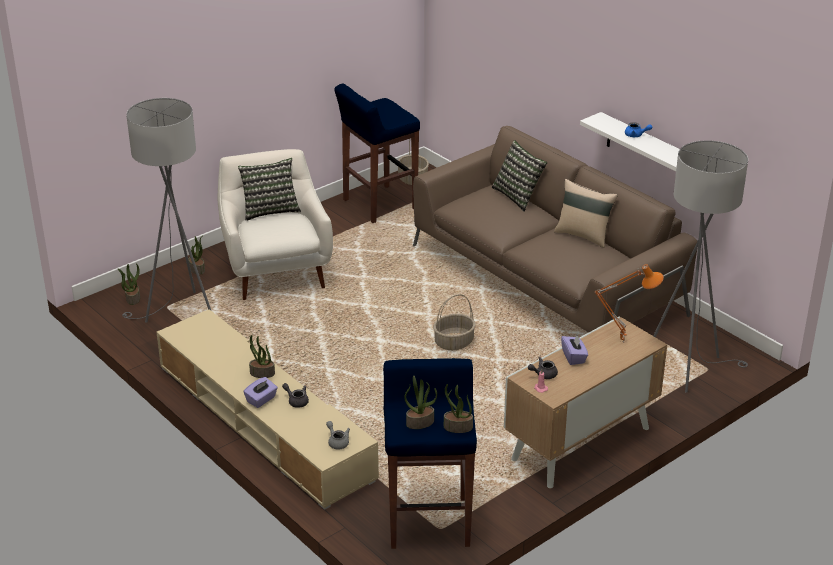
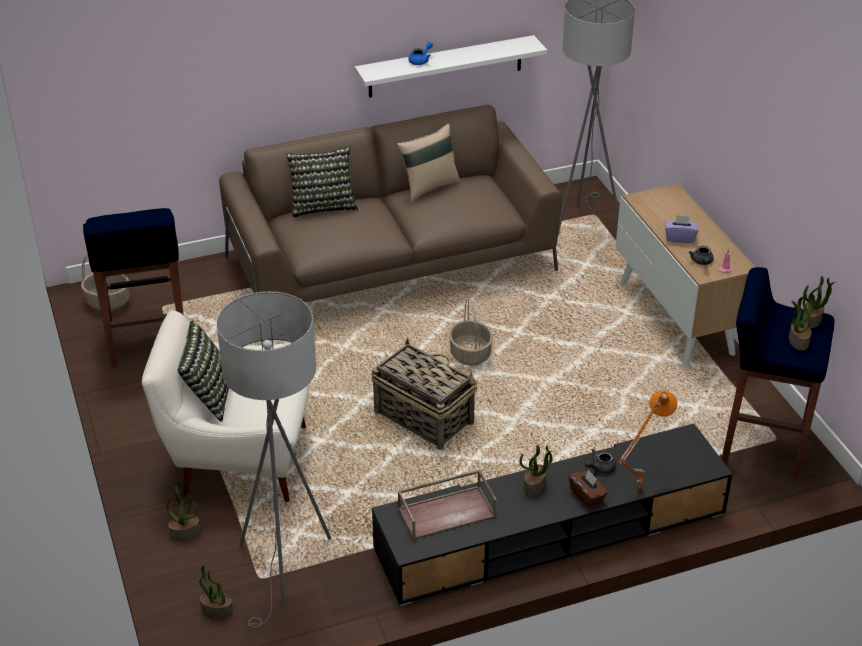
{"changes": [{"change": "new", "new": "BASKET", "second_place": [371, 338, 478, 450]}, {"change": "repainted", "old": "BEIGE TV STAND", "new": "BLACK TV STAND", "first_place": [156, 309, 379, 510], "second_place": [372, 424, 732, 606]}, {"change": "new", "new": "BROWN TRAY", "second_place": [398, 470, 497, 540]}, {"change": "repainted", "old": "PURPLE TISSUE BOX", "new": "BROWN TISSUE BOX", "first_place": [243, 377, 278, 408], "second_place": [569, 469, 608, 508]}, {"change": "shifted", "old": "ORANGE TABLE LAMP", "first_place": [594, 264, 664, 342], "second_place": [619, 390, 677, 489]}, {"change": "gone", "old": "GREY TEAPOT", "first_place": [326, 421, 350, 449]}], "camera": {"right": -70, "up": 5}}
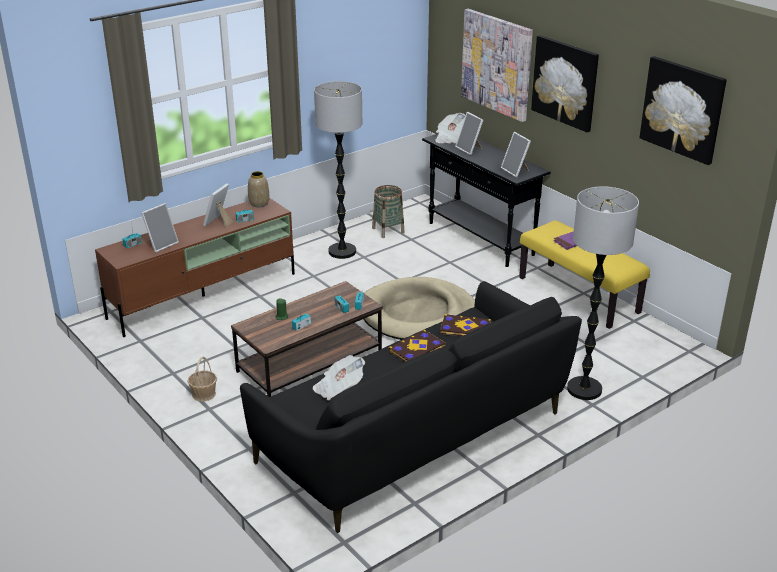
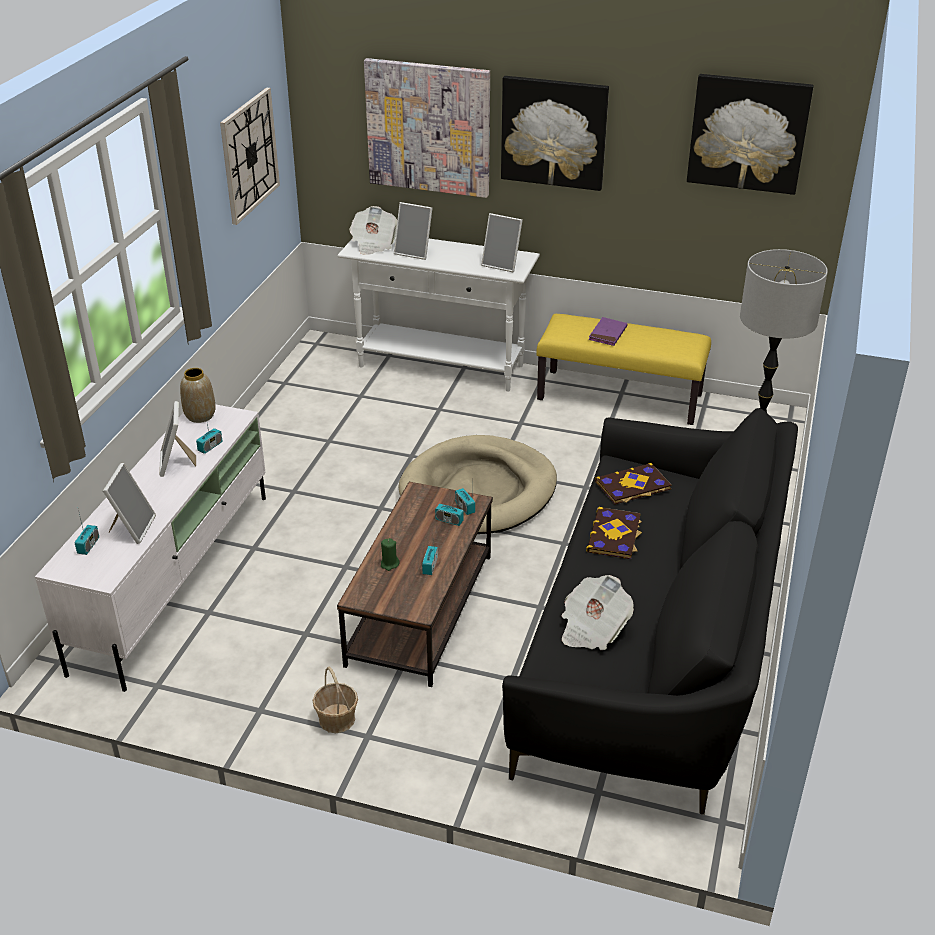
{"changes": [{"change": "repainted", "old": "BROWN TV STAND", "new": "WHITE TV STAND", "first_place": [95, 198, 295, 337], "second_place": [35, 404, 266, 692]}, {"change": "new", "new": "WALL CLOCK", "second_place": [220, 88, 280, 225]}, {"change": "repainted", "old": "BLACK CONSOLE TABLE", "new": "WHITE CONSOLE TABLE", "first_place": [422, 133, 551, 267], "second_place": [338, 235, 540, 391]}, {"change": "gone", "old": "FLOOR LAMP", "first_place": [314, 81, 362, 259]}, {"change": "gone", "old": "BASKET", "first_place": [372, 185, 405, 238]}], "camera": {"right": -35, "up": 5}}
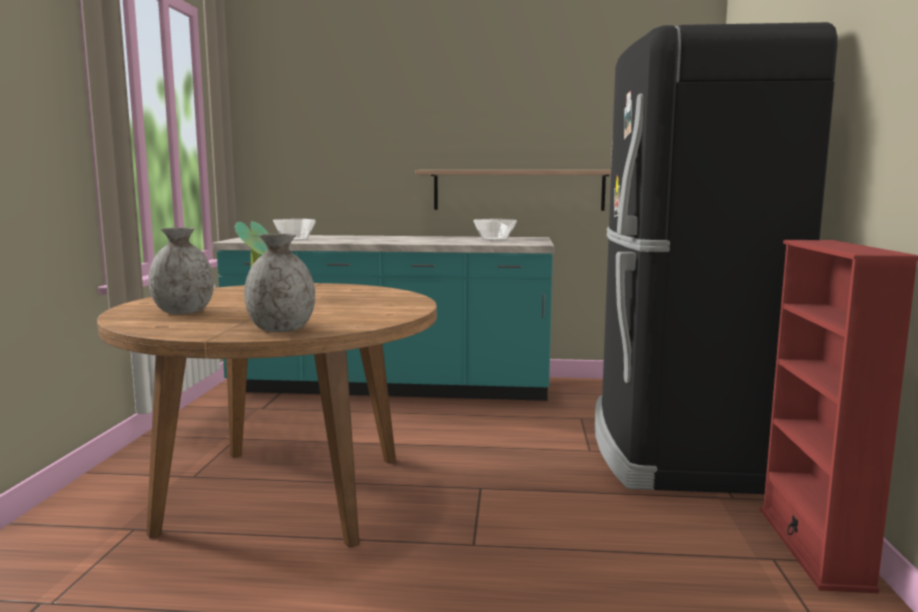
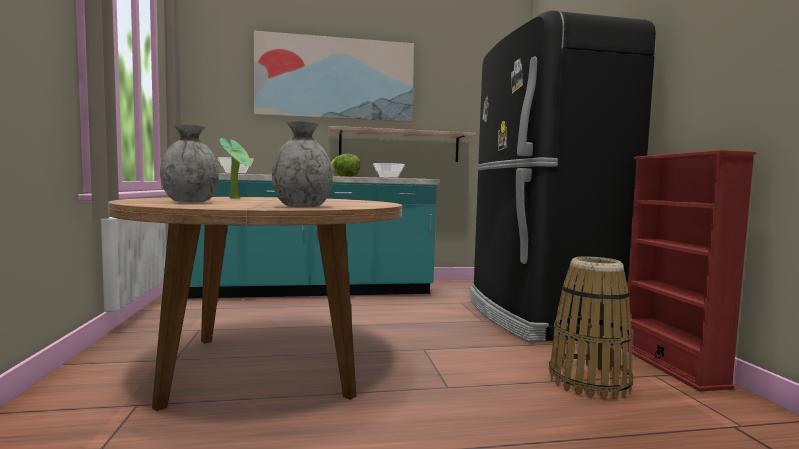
{"changes": [{"change": "new", "new": "PICTURE", "second_place": [254, 31, 414, 122]}, {"change": "new", "new": "LETTUCE", "second_place": [331, 154, 360, 177]}, {"change": "new", "new": "BASKET", "second_place": [549, 256, 633, 400]}], "camera": {"right": -15, "up": -5}}
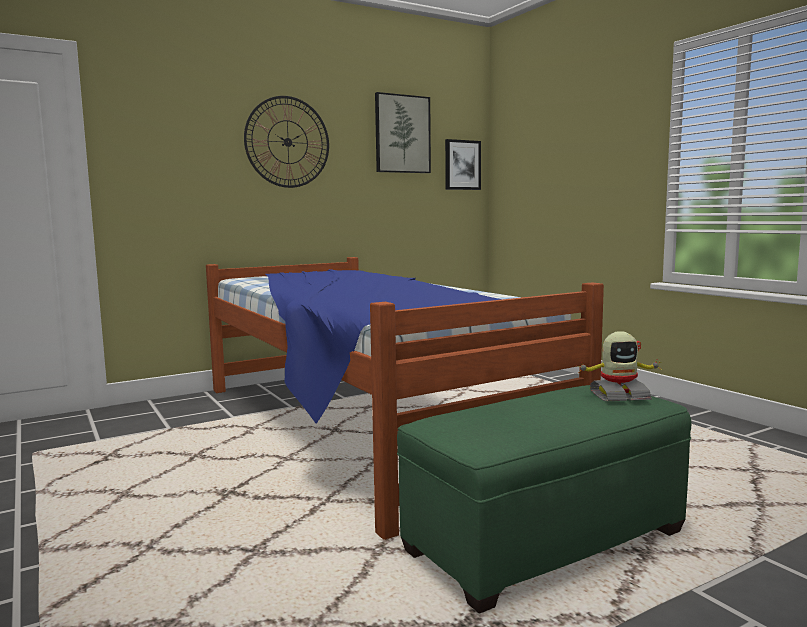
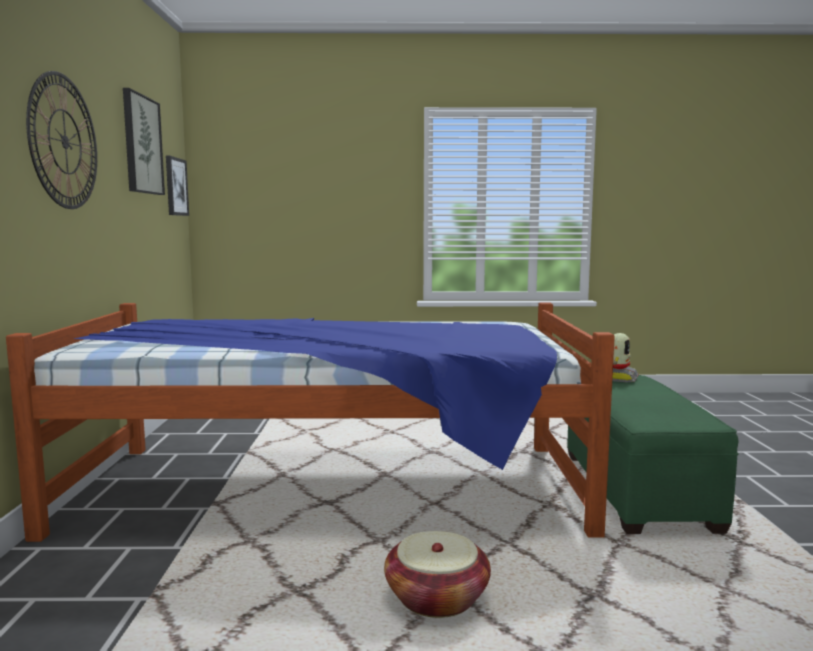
{"changes": [{"change": "new", "new": "BASKET", "second_place": [384, 531, 491, 618]}], "camera": {"right": -60, "up": 0}}
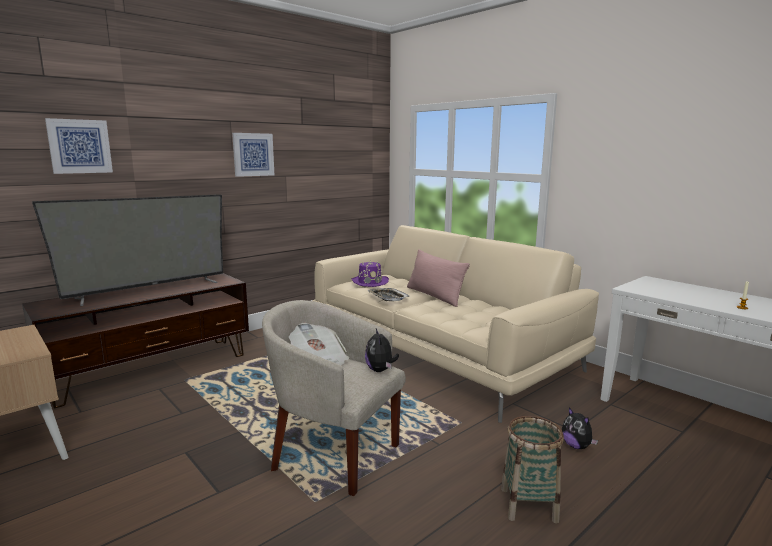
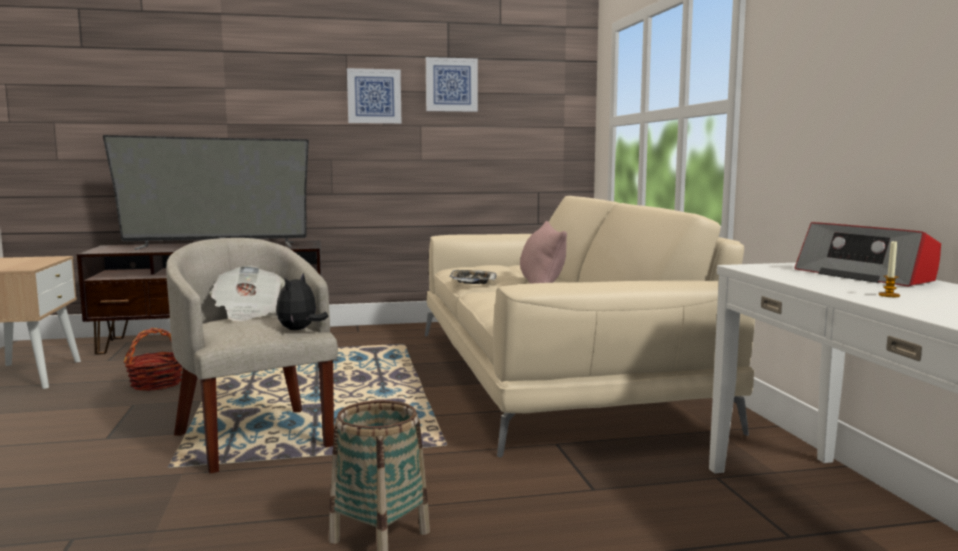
{"changes": [{"change": "new", "new": "BASKET", "second_place": [124, 328, 183, 391]}, {"change": "shifted", "old": "PICTURE", "first_place": [45, 118, 113, 174], "second_place": [426, 57, 478, 112]}, {"change": "new", "new": "RADIO", "second_place": [794, 222, 941, 287]}, {"change": "gone", "old": "PURPLE HAT", "first_place": [351, 260, 389, 287]}, {"change": "gone", "old": "PLUSH TOY", "first_place": [562, 408, 598, 449]}], "camera": {"right": 30, "up": -5}}
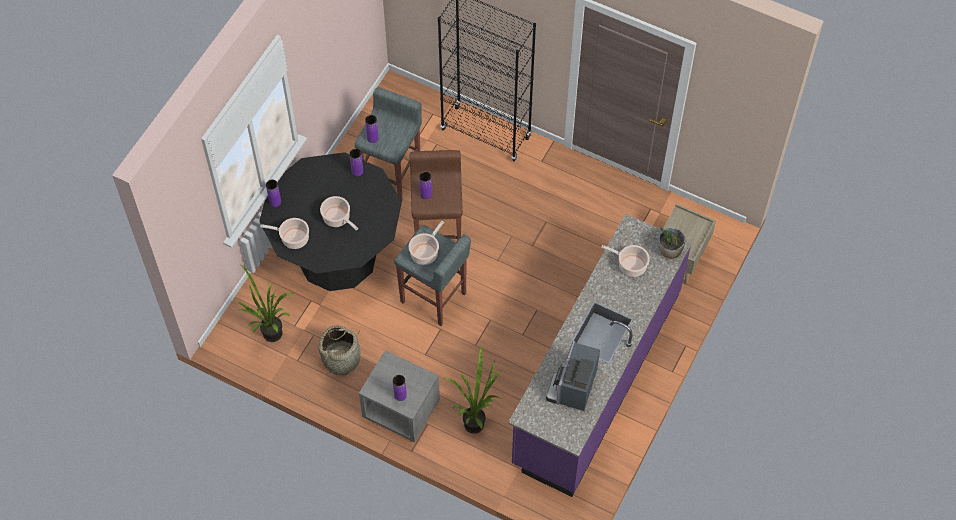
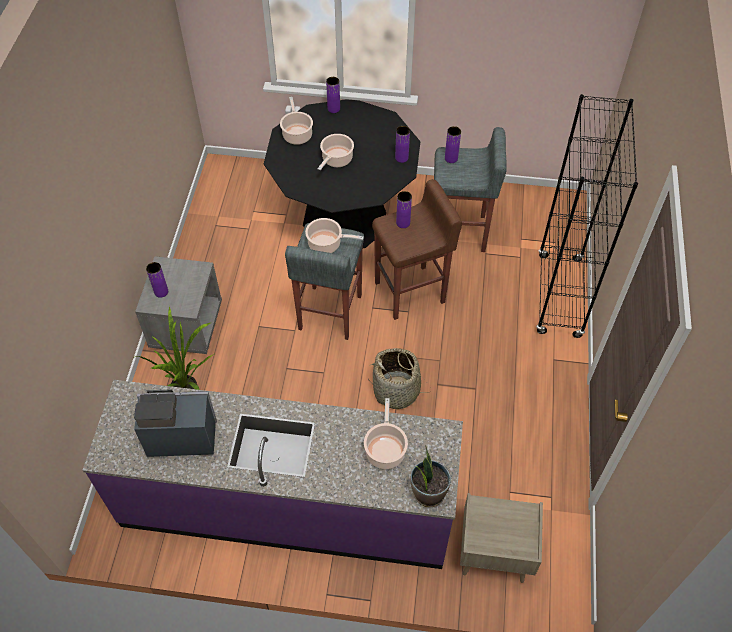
{"changes": [{"change": "shifted", "old": "BASKET", "first_place": [318, 325, 360, 375], "second_place": [368, 348, 431, 409]}, {"change": "gone", "old": "POTTED PLANT", "first_place": [237, 265, 294, 342]}], "camera": {"right": 70, "up": -5}}
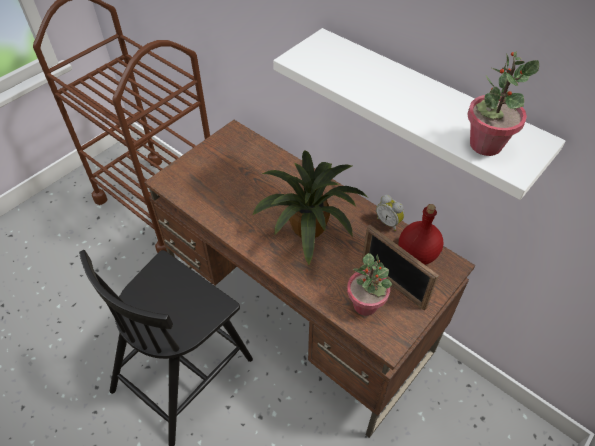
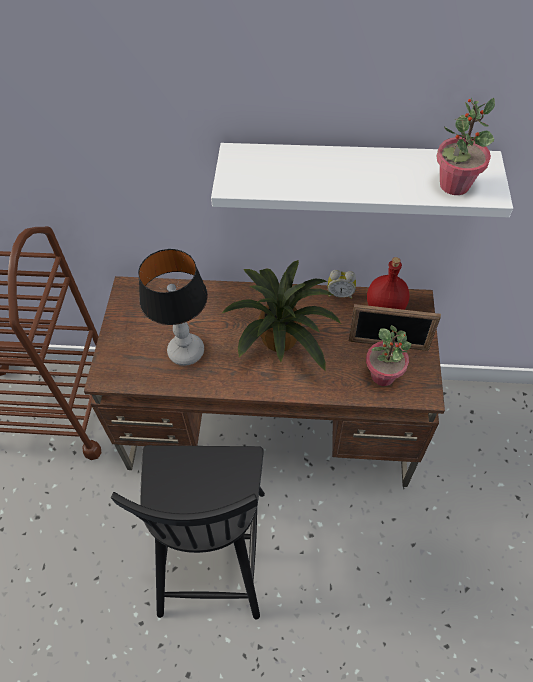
{"changes": [{"change": "new", "new": "TABLE LAMP", "second_place": [138, 249, 208, 366]}], "camera": {"right": -35, "up": 5}}
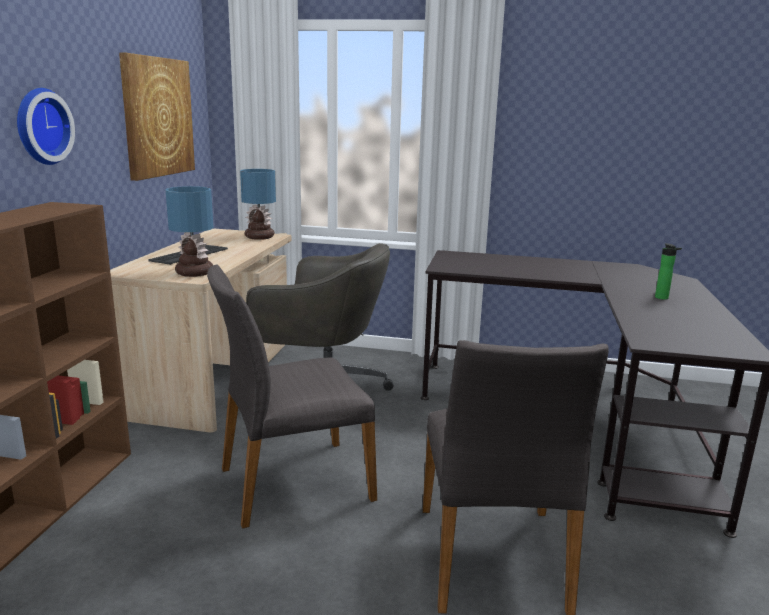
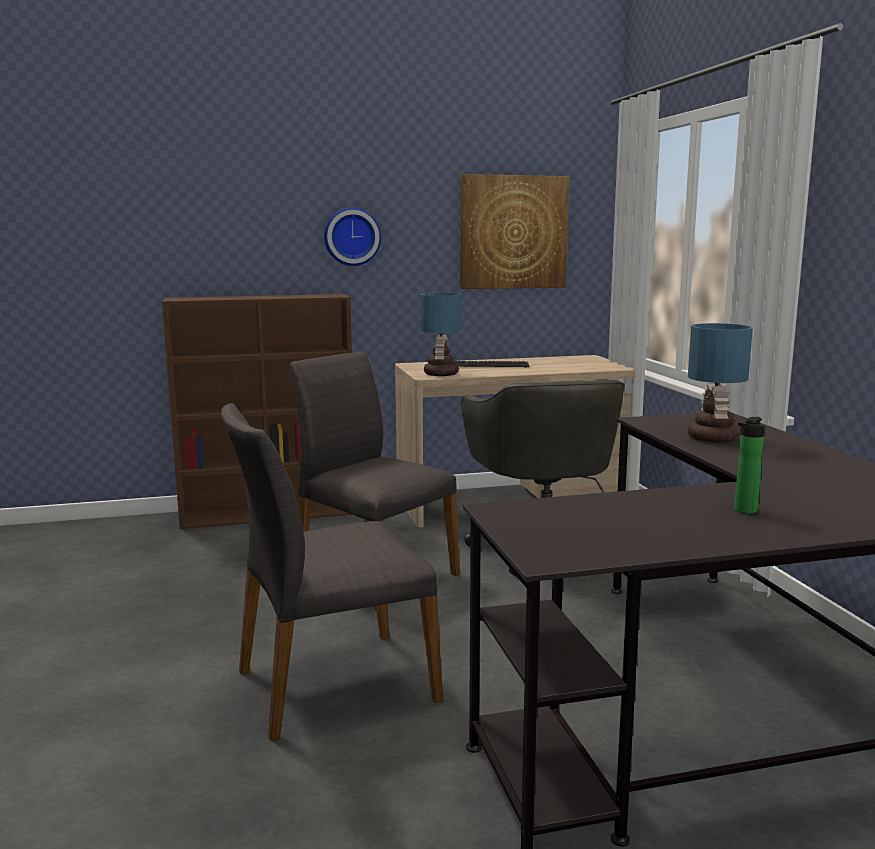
{"changes": [{"change": "shifted", "old": "TABLE LAMP", "first_place": [240, 169, 276, 240], "second_place": [687, 323, 753, 443]}], "camera": {"right": 65, "up": -5}}
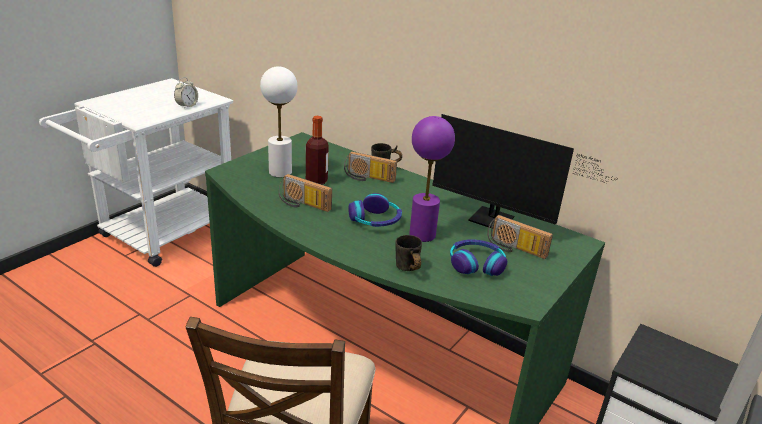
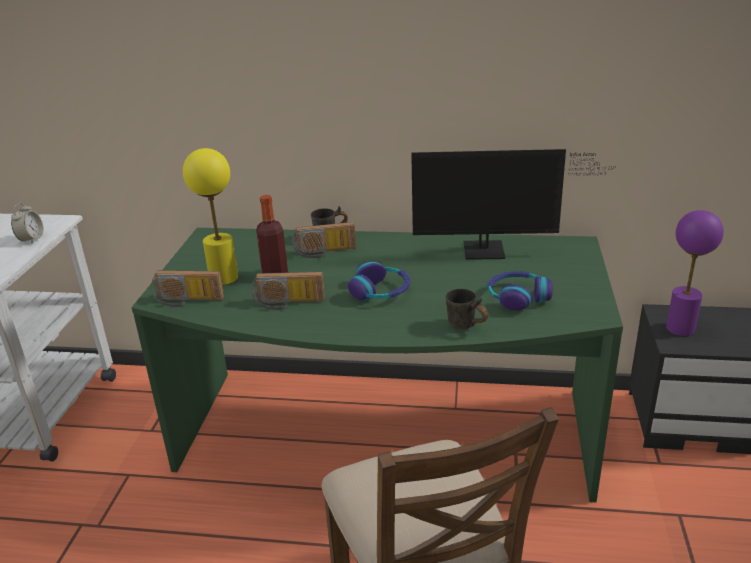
{"changes": [{"change": "shifted", "old": "RADIO", "first_place": [487, 215, 553, 259], "second_place": [151, 270, 224, 307]}, {"change": "repainted", "old": "WHITE TABLE LAMP", "new": "YELLOW TABLE LAMP", "first_place": [260, 66, 298, 177], "second_place": [183, 148, 238, 285]}, {"change": "shifted", "old": "PURPLE TABLE LAMP", "first_place": [409, 116, 455, 242], "second_place": [666, 210, 724, 336]}], "camera": {"right": -25, "up": 0}}
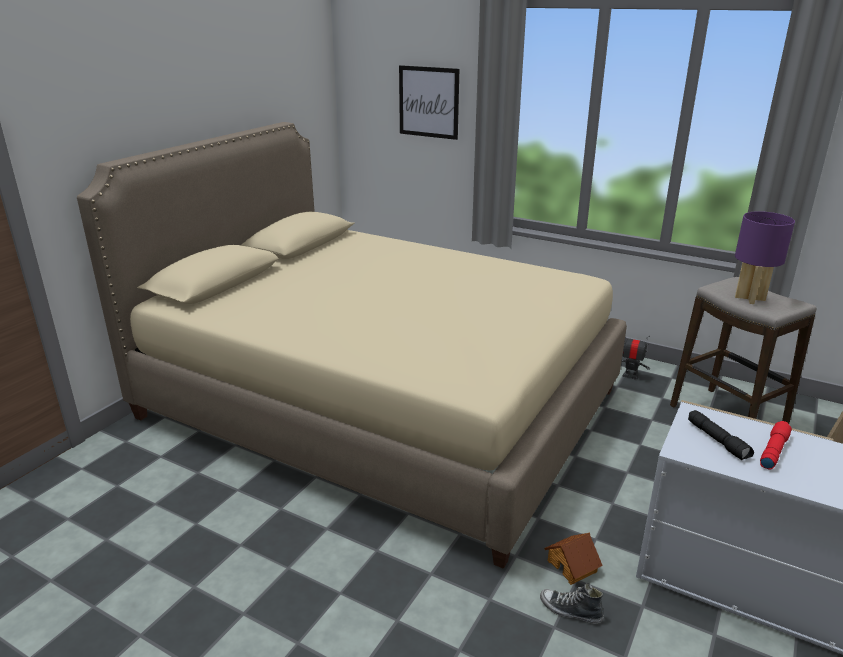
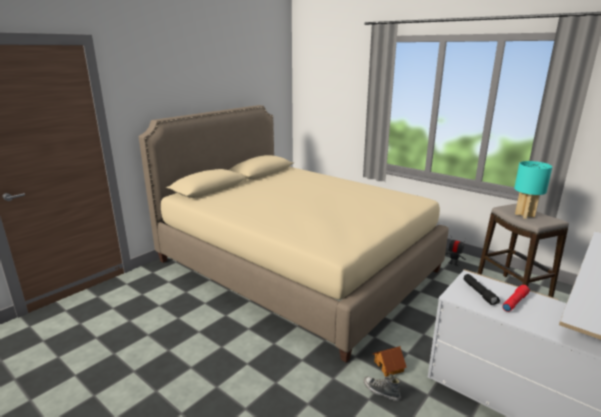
{"changes": [{"change": "repainted", "old": "PURPLE TABLE LAMP", "new": "TURQUOISE TABLE LAMP", "first_place": [735, 211, 795, 304], "second_place": [514, 161, 553, 219]}, {"change": "gone", "old": "PICTURE", "first_place": [399, 65, 459, 140]}], "camera": {"right": 10, "up": -5}}
